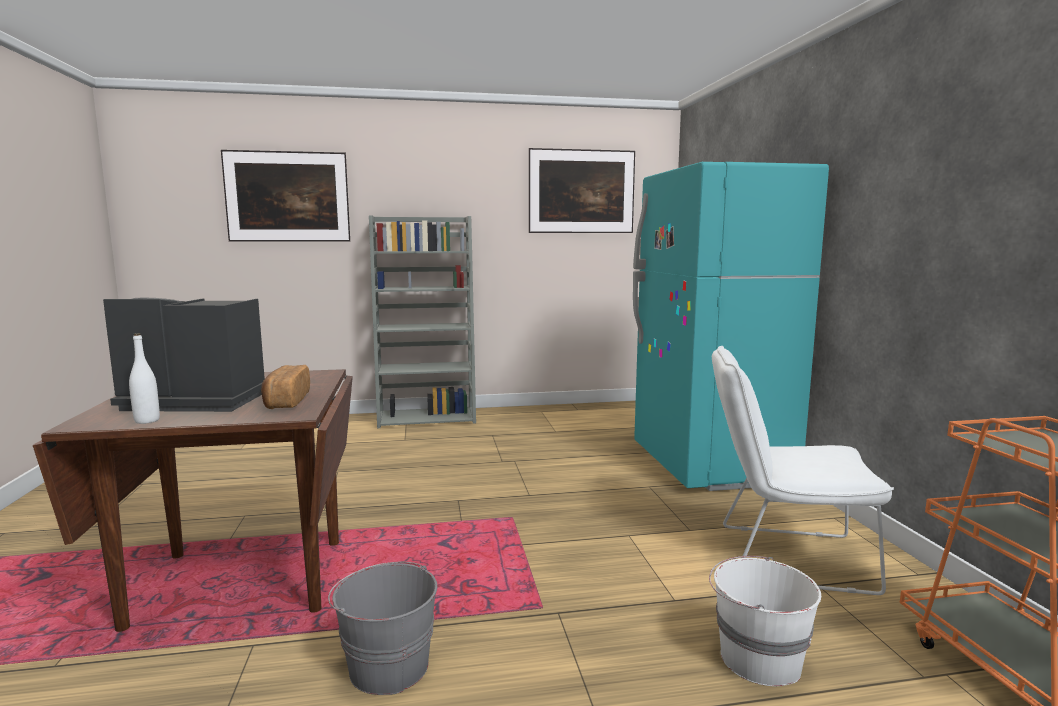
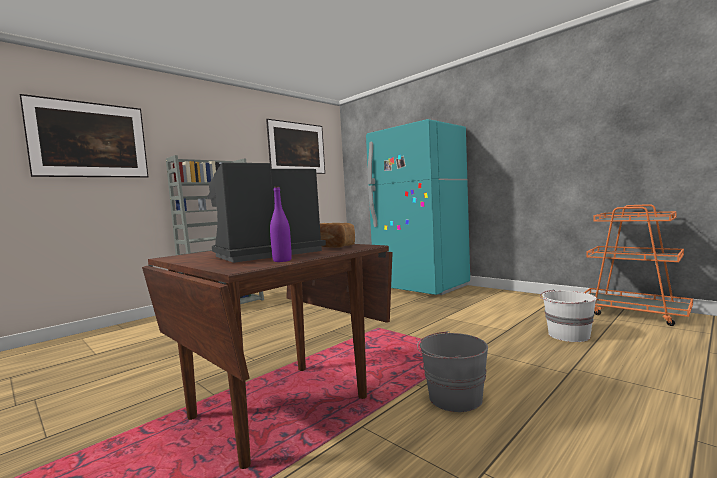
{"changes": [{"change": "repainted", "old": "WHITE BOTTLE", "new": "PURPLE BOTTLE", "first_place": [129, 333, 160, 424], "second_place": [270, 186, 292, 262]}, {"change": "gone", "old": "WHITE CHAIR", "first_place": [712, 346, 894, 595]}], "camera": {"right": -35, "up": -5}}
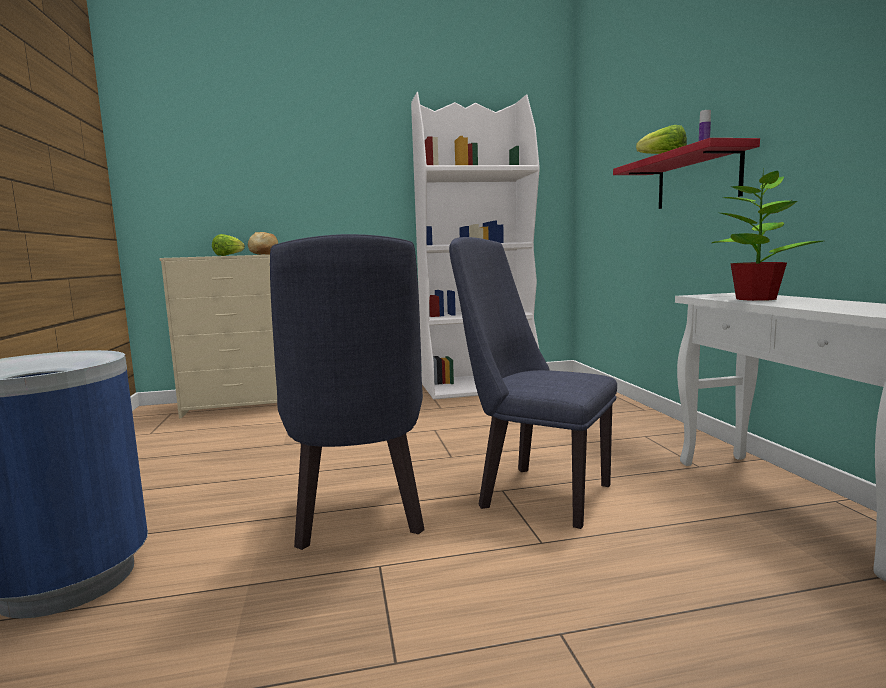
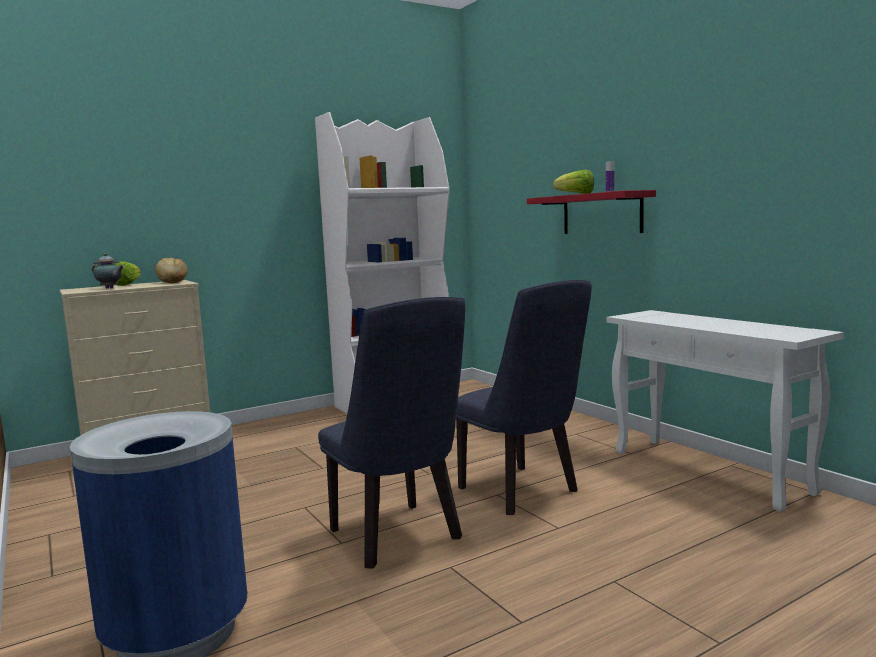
{"changes": [{"change": "new", "new": "TEAPOT", "second_place": [92, 253, 124, 288]}, {"change": "rotated", "old": "BLUE CHAIR", "first_place": [449, 237, 617, 529], "second_place": [456, 280, 592, 515], "degrees": -135}, {"change": "gone", "old": "POTTED PLANT", "first_place": [712, 169, 823, 301]}], "camera": {"right": -20, "up": 0}}
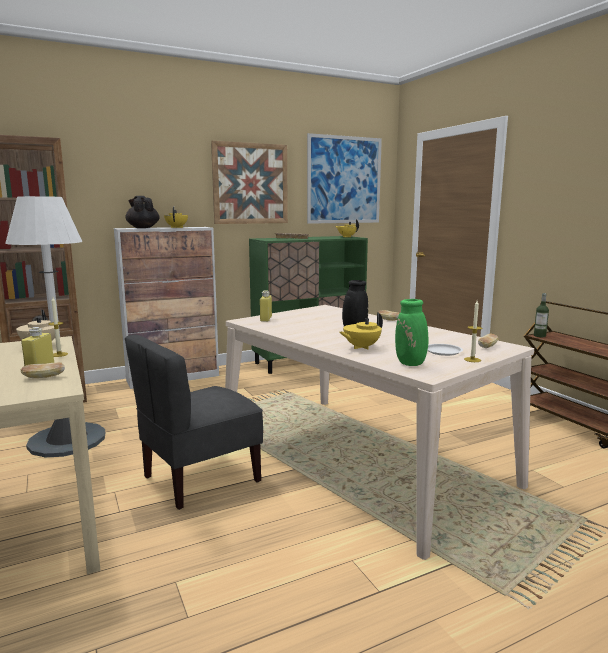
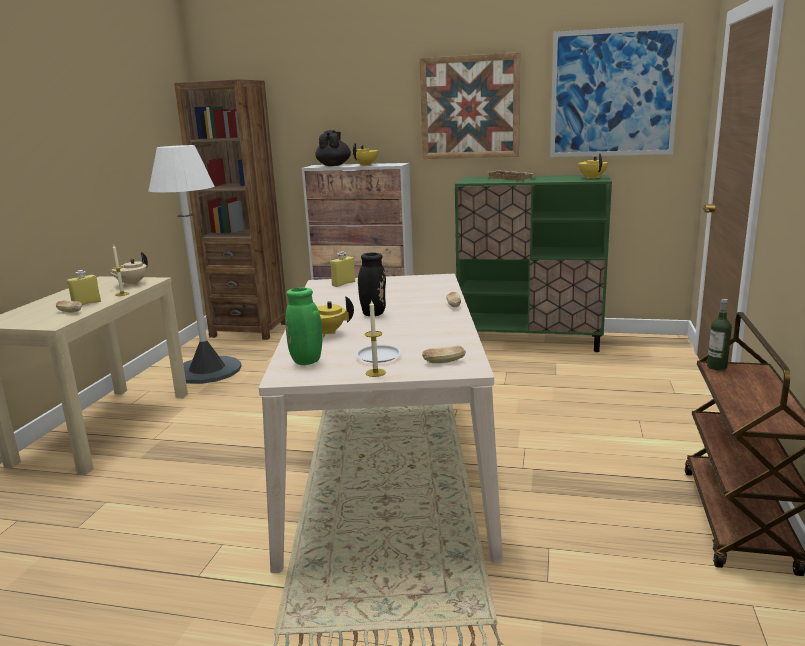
{"changes": [{"change": "gone", "old": "GREY CHAIR", "first_place": [125, 334, 263, 510]}], "camera": {"right": 40, "up": 5}}
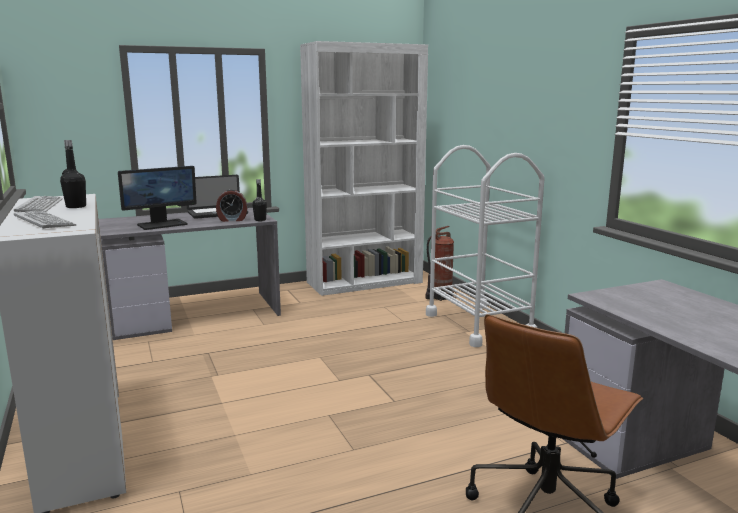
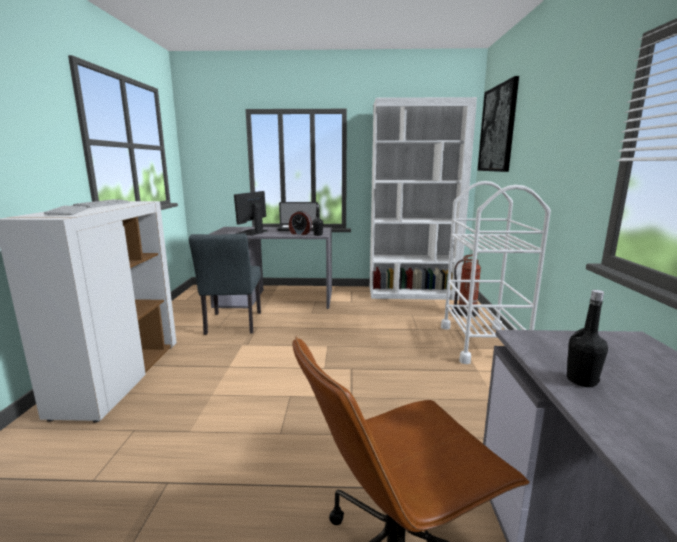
{"changes": [{"change": "new", "new": "GREY CHAIR", "second_place": [189, 233, 261, 335]}, {"change": "rotated", "old": "MONITOR", "first_place": [118, 166, 197, 230], "second_place": [234, 191, 267, 236], "degrees": 120}, {"change": "new", "new": "PICTURE", "second_place": [478, 76, 519, 172]}, {"change": "shifted", "old": "BLACK BOTTLE", "first_place": [60, 140, 86, 208], "second_place": [567, 290, 608, 387]}], "camera": {"right": 25, "up": 0}}
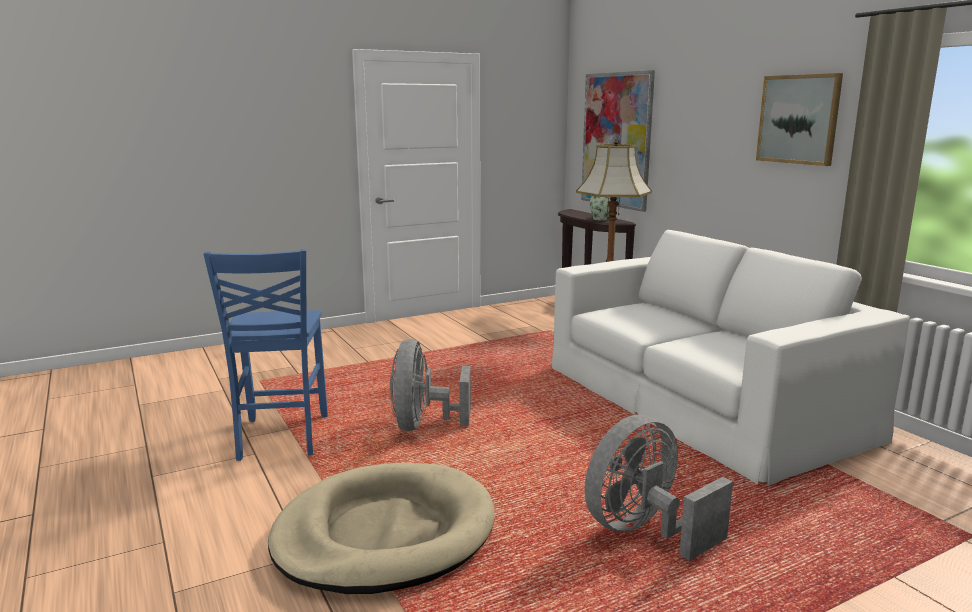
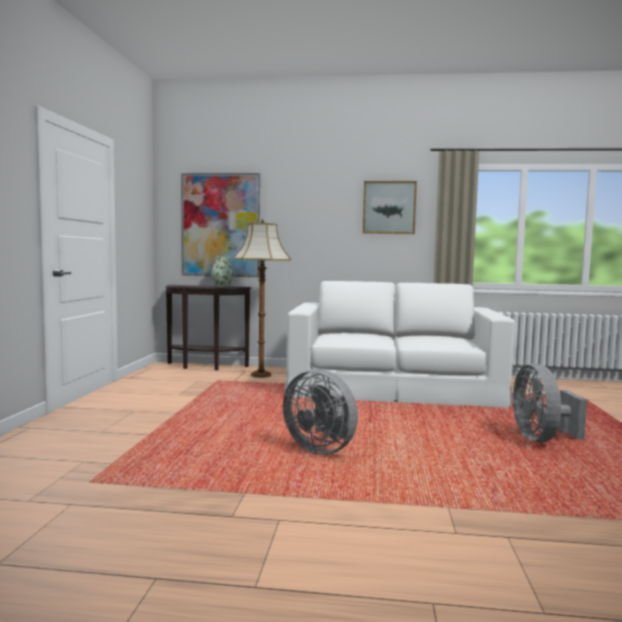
{"changes": [{"change": "gone", "old": "BLUE CHAIR", "first_place": [203, 249, 328, 461]}, {"change": "gone", "old": "BEIGE DOG BED", "first_place": [268, 463, 495, 594]}], "camera": {"right": -55, "up": -10}}
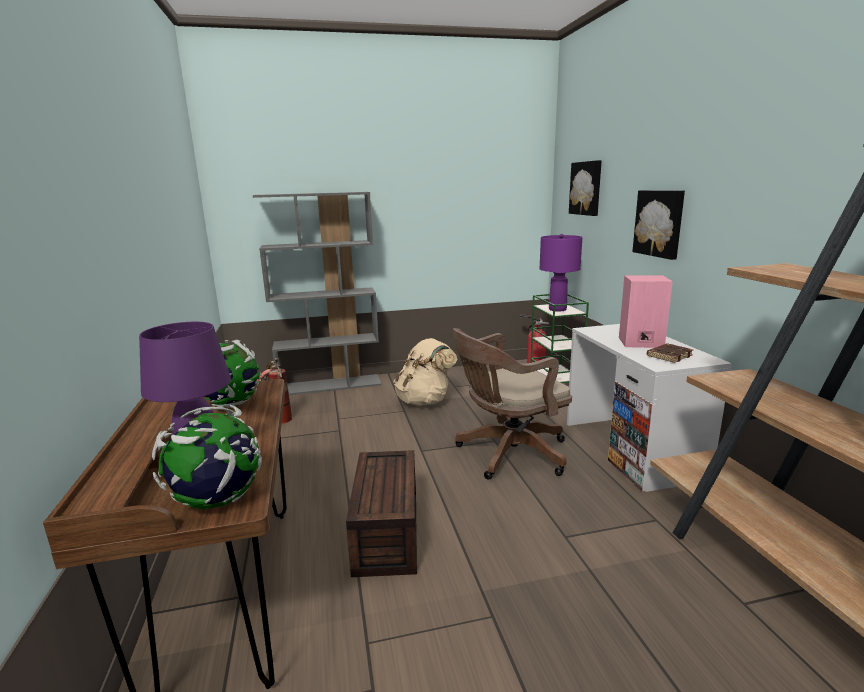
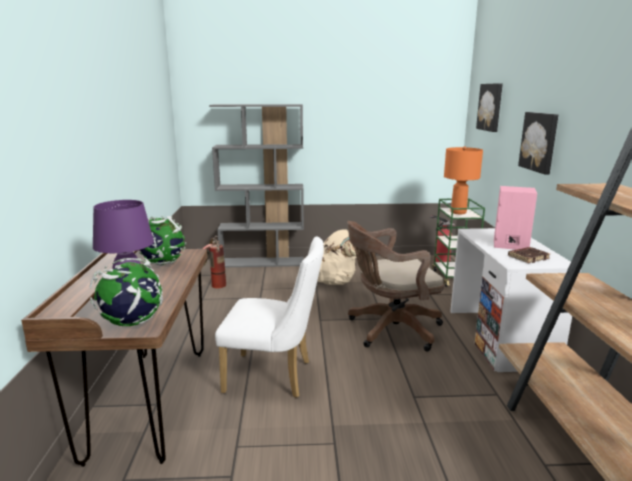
{"changes": [{"change": "swapped", "old": "BROWN STORAGE BOX", "new": "WHITE CHAIR", "first_place": [346, 450, 417, 577], "second_place": [215, 236, 324, 398]}, {"change": "repainted", "old": "PURPLE TABLE LAMP", "new": "ORANGE TABLE LAMP", "first_place": [540, 234, 582, 311], "second_place": [444, 146, 483, 214]}], "camera": {"right": 10, "up": 0}}
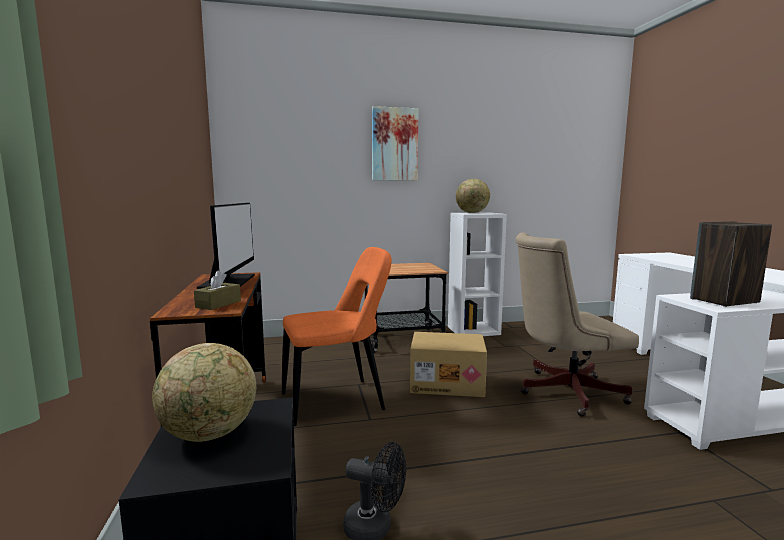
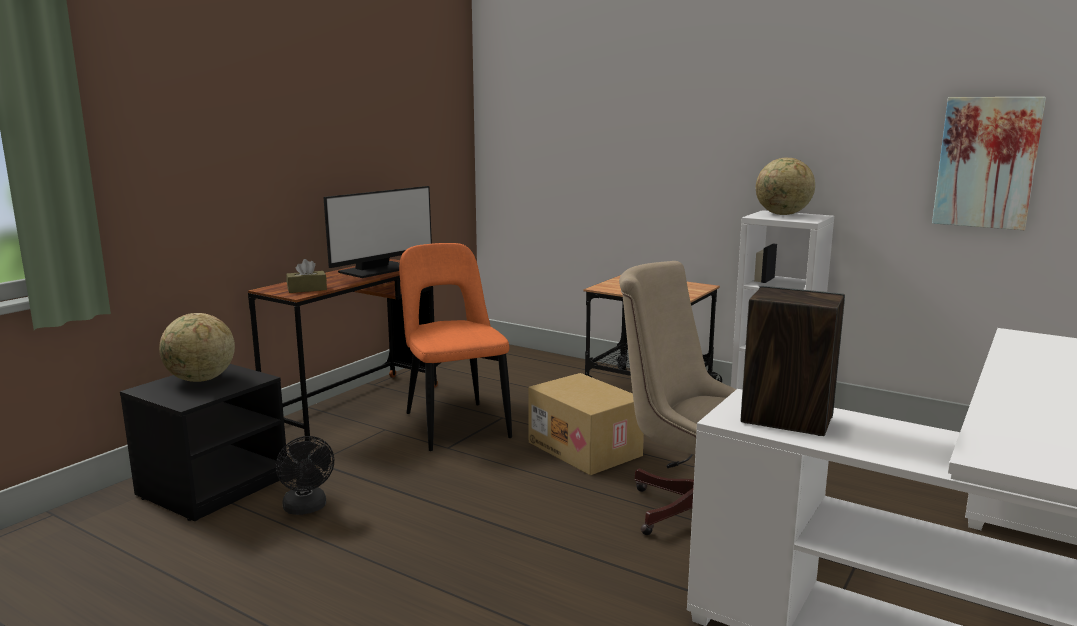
{"changes": [{"change": "rotated", "old": "ORANGE CHAIR", "first_place": [282, 247, 392, 426], "second_place": [399, 243, 512, 451], "degrees": -135}, {"change": "shifted", "old": "PICTURE", "first_place": [372, 106, 418, 181], "second_place": [932, 97, 1046, 230]}], "camera": {"right": 45, "up": 5}}
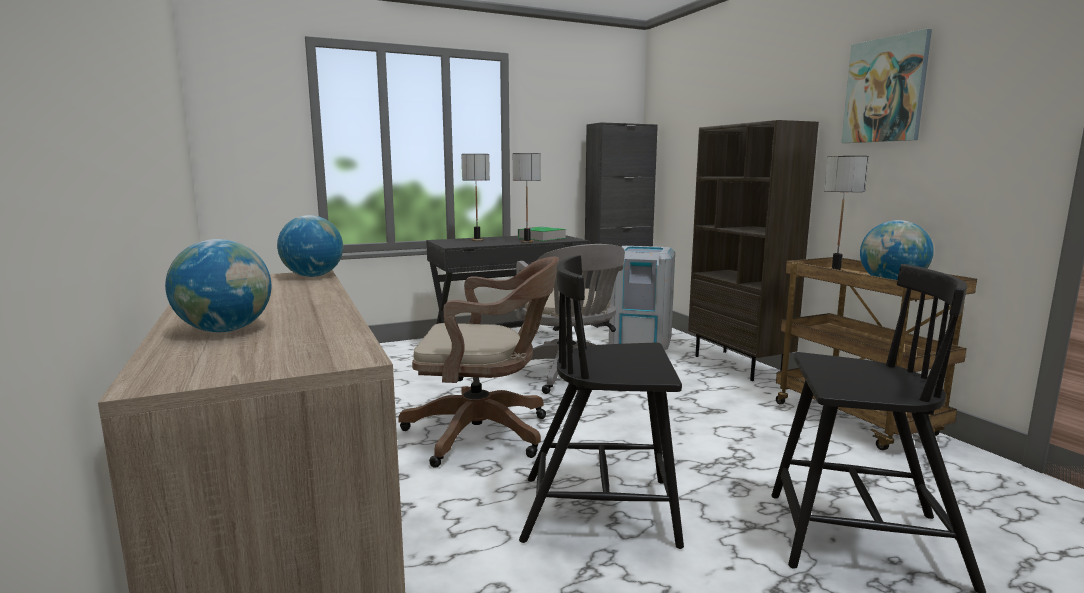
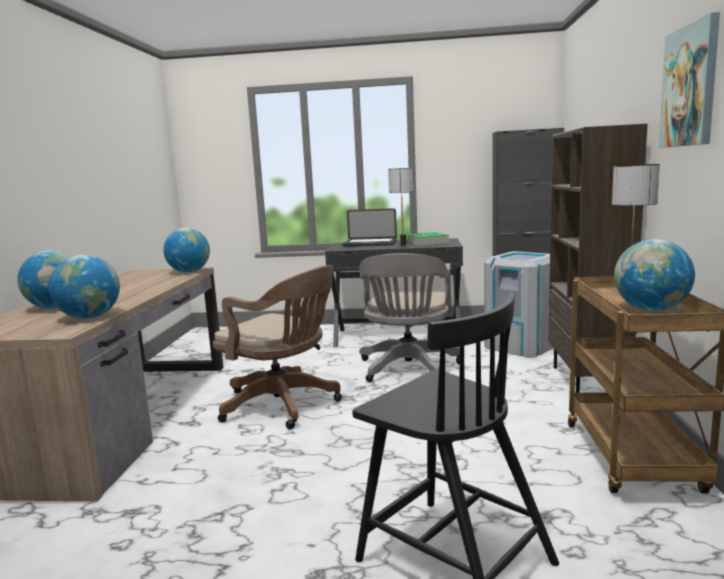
{"changes": [{"change": "new", "new": "GLOBE", "second_place": [49, 255, 120, 319]}, {"change": "swapped", "old": "TABLE LAMP", "new": "LAPTOP", "first_place": [461, 154, 490, 241], "second_place": [343, 208, 397, 246]}, {"change": "gone", "old": "BLACK CHAIR", "first_place": [519, 255, 684, 549]}], "camera": {"right": 30, "up": 0}}
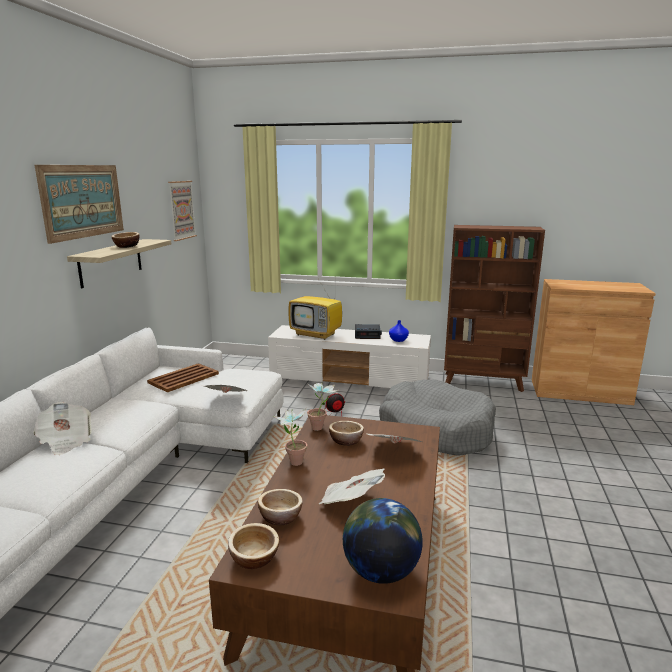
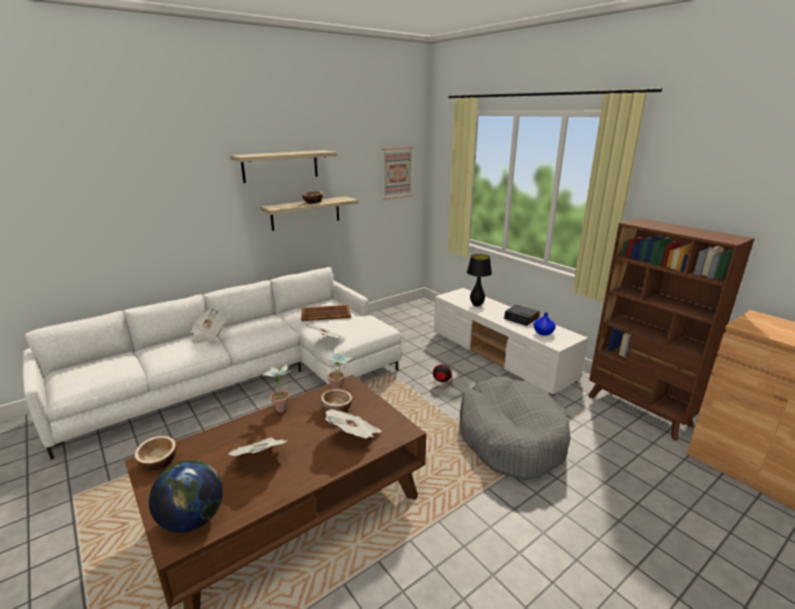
{"changes": [{"change": "swapped", "old": "PICTURE", "new": "SHELF", "first_place": [35, 165, 124, 244], "second_place": [230, 150, 337, 183]}, {"change": "swapped", "old": "TELEVISION", "new": "BLACK TABLE LAMP", "first_place": [288, 284, 342, 340], "second_place": [467, 254, 492, 307]}, {"change": "gone", "old": "BOWL", "first_place": [258, 489, 303, 525]}], "camera": {"right": 40, "up": 5}}
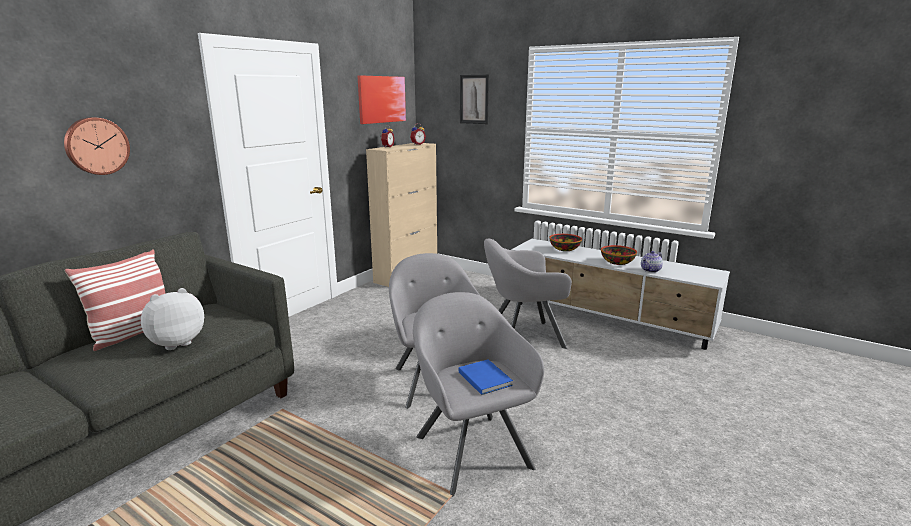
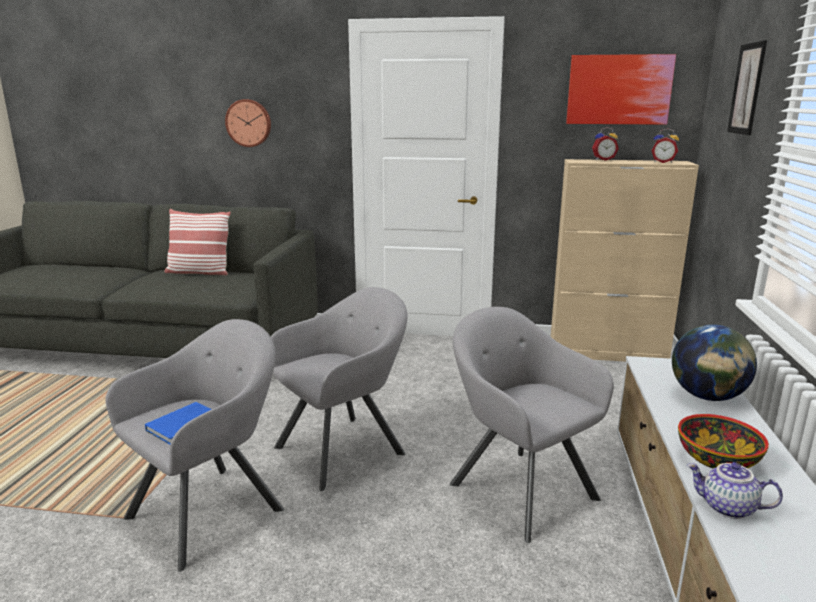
{"changes": [{"change": "swapped", "old": "BOWL", "new": "GLOBE", "first_place": [549, 234, 582, 251], "second_place": [672, 324, 757, 401]}, {"change": "gone", "old": "PLUSH TOY", "first_place": [141, 288, 204, 350]}], "camera": {"right": 65, "up": 0}}
